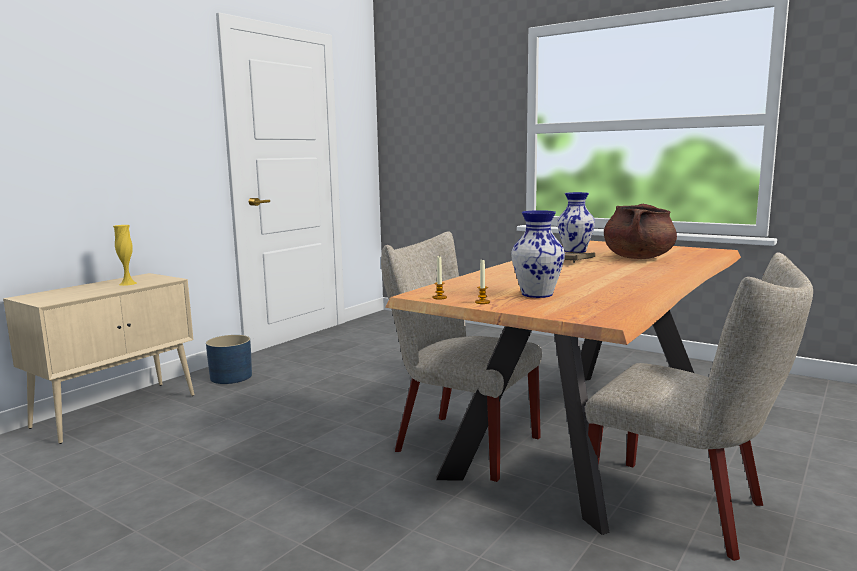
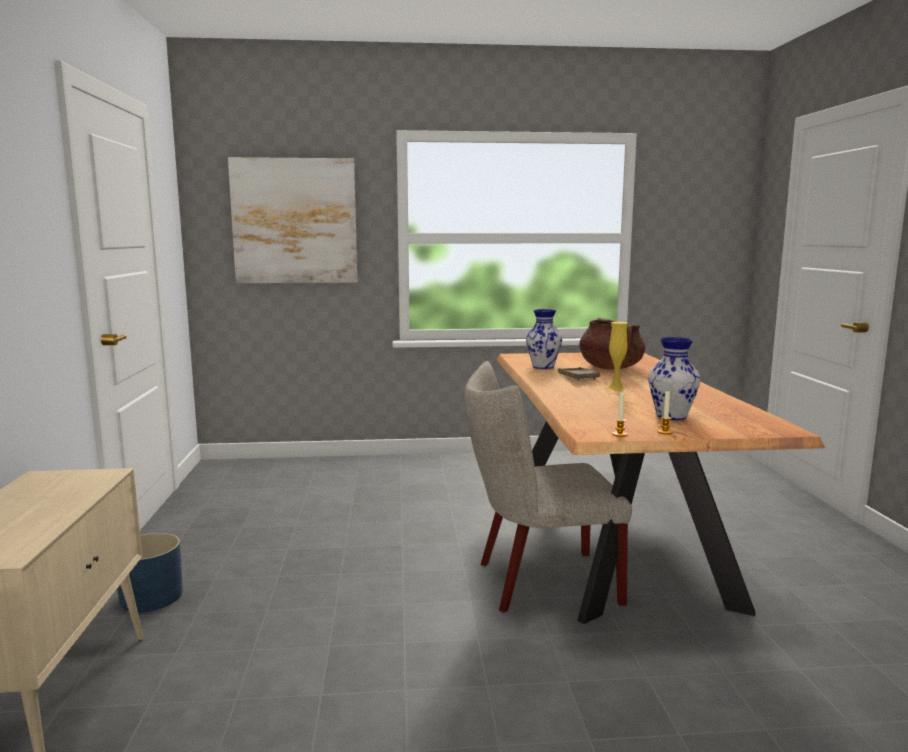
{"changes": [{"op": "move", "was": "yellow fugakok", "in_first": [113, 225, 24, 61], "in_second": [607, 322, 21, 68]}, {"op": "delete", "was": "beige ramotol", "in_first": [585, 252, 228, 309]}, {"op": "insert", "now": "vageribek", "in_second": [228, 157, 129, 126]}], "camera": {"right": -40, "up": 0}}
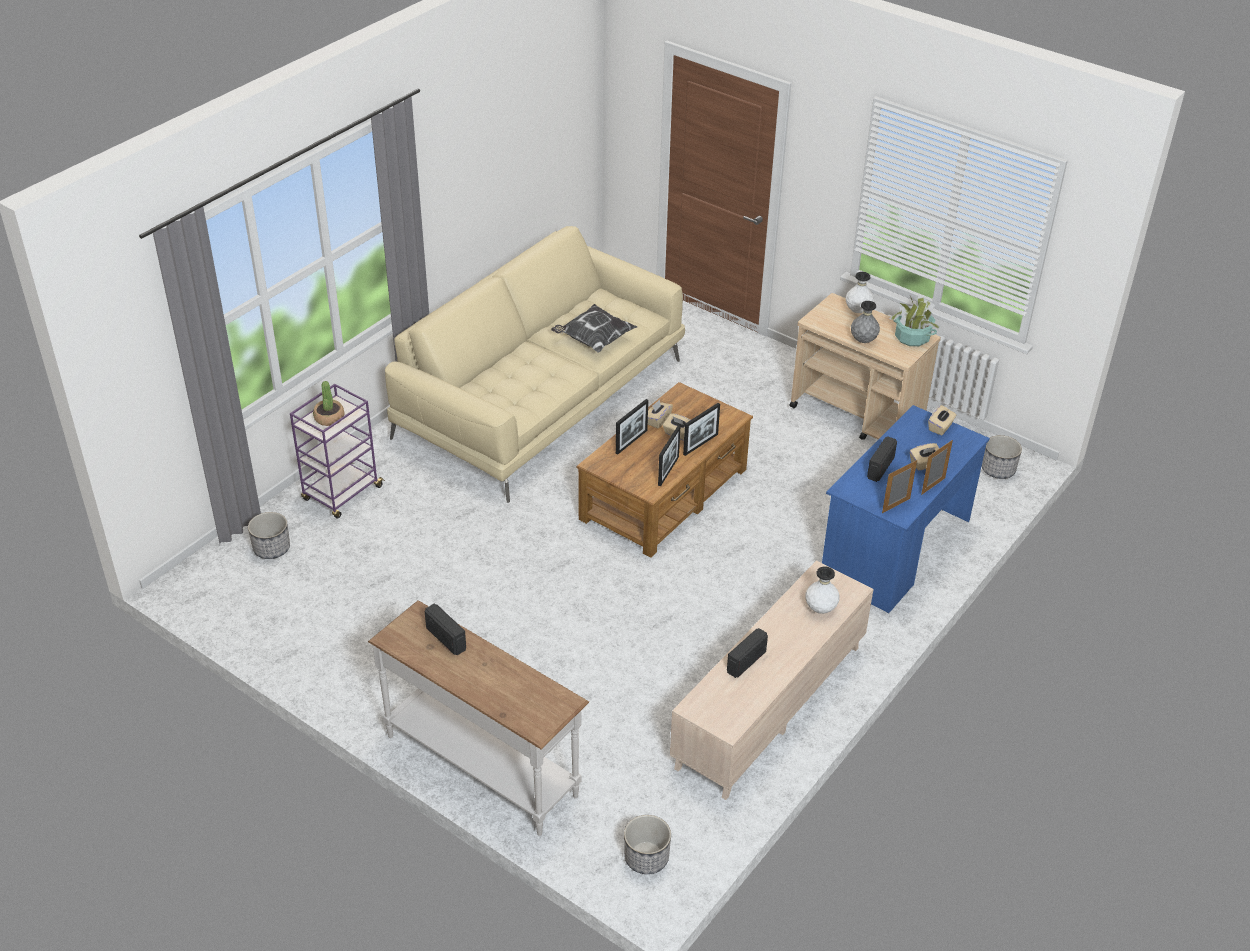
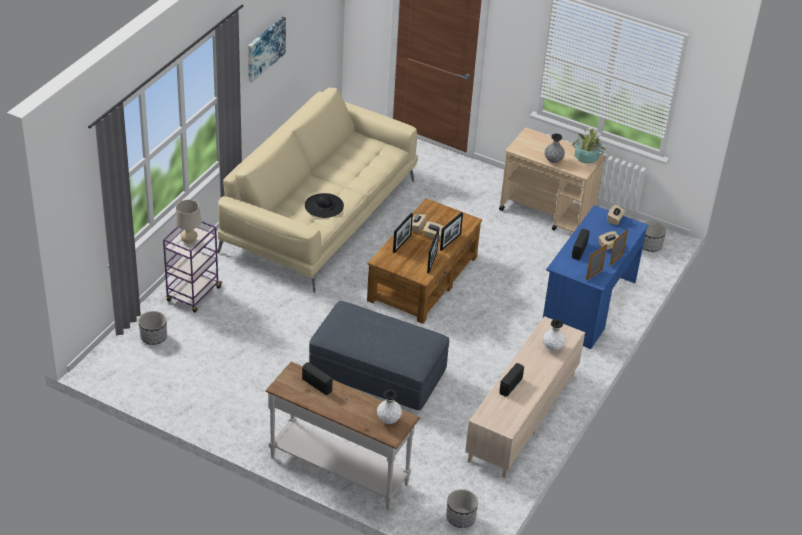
{"changes": [{"op": "move", "was": "white fugakok", "in_first": [846, 272, 28, 41], "in_second": [377, 390, 25, 34]}, {"op": "delete", "was": "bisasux", "in_first": [551, 304, 86, 49]}, {"op": "replace", "was": "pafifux", "now": "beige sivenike", "in_first": [313, 381, 31, 45], "in_second": [175, 200, 27, 44]}, {"op": "insert", "now": "vageribek", "in_second": [248, 17, 38, 65]}, {"op": "insert", "now": "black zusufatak", "in_second": [305, 193, 39, 25]}, {"op": "insert", "now": "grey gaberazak", "in_second": [309, 301, 140, 109]}], "camera": {"right": -10, "up": 0}}
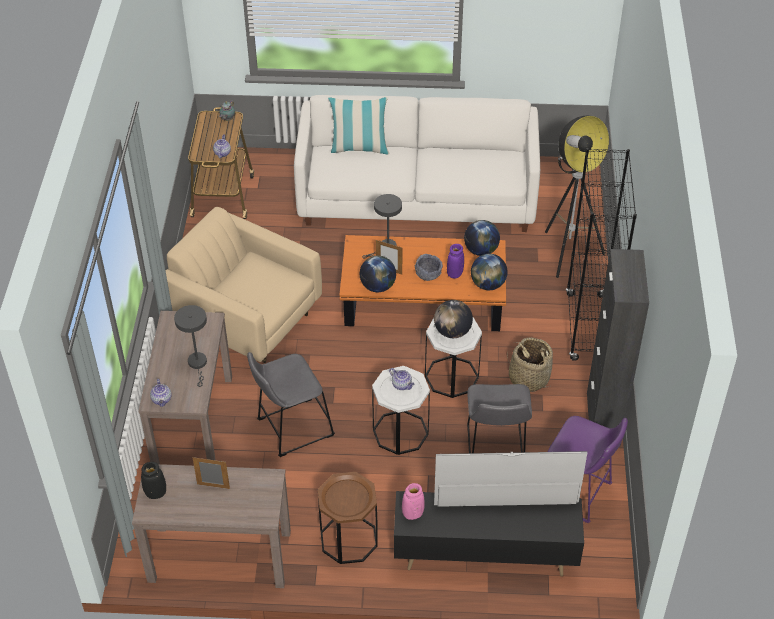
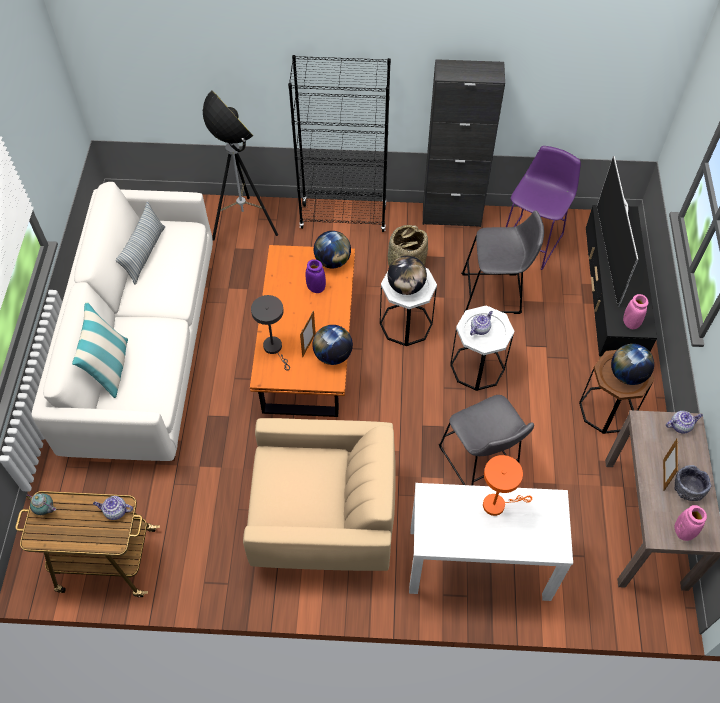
{"changes": [{"op": "rotate", "was": "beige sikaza", "in_first": [165, 207, 157, 156], "in_second": [243, 418, 153, 153], "clockwise": -120}, {"op": "move", "was": "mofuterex", "in_first": [464, 220, 36, 36], "in_second": [611, 344, 43, 41]}, {"op": "move", "was": "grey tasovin", "in_first": [415, 254, 28, 27], "in_second": [674, 465, 37, 36]}, {"op": "recolor", "was": "grey sivenike", "now": "orange sivenike", "in_first": [174, 305, 33, 82], "in_second": [483, 455, 49, 61]}, {"op": "recolor", "was": "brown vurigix", "now": "white vurigix", "in_first": [139, 311, 93, 153], "in_second": [409, 483, 164, 118]}, {"op": "move", "was": "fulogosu", "in_first": [150, 379, 21, 28], "in_second": [666, 411, 37, 23]}, {"op": "recolor", "was": "black fugakok", "now": "pink fugakok", "in_first": [141, 462, 25, 37], "in_second": [674, 505, 33, 36]}, {"op": "insert", "now": "bisasux", "in_second": [116, 201, 49, 84]}], "camera": {"right": -90, "up": 10}}
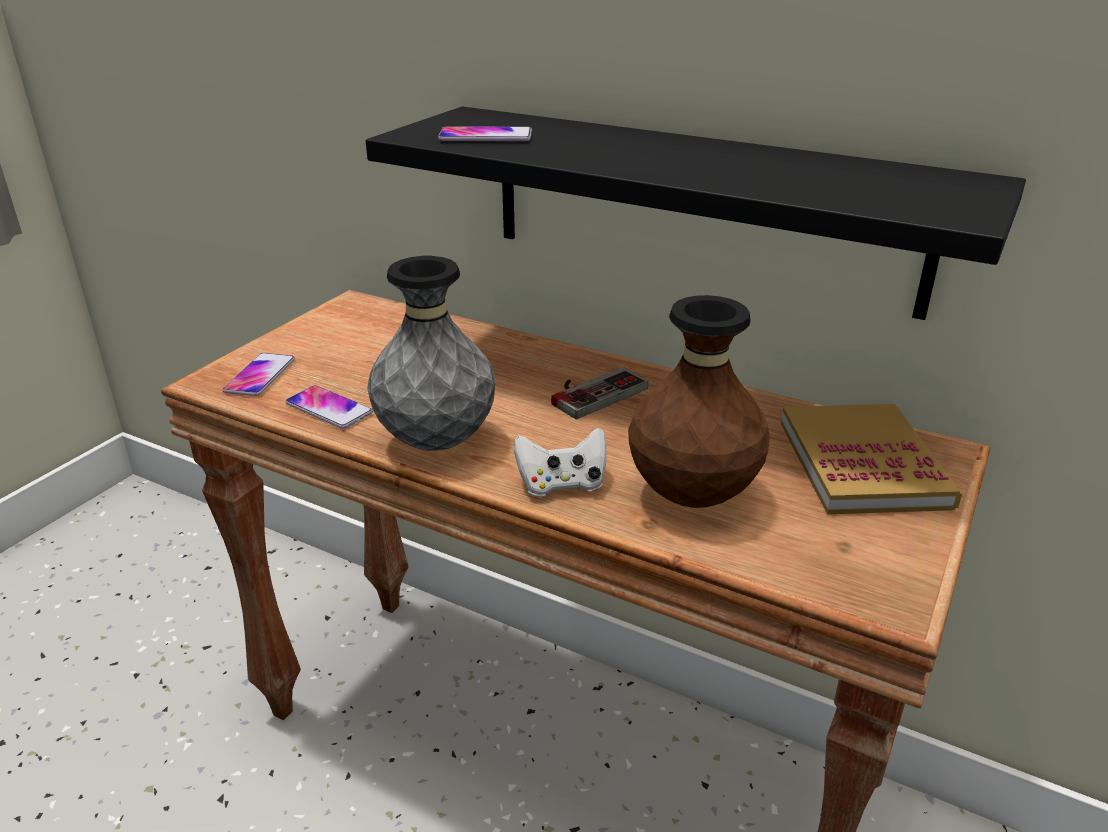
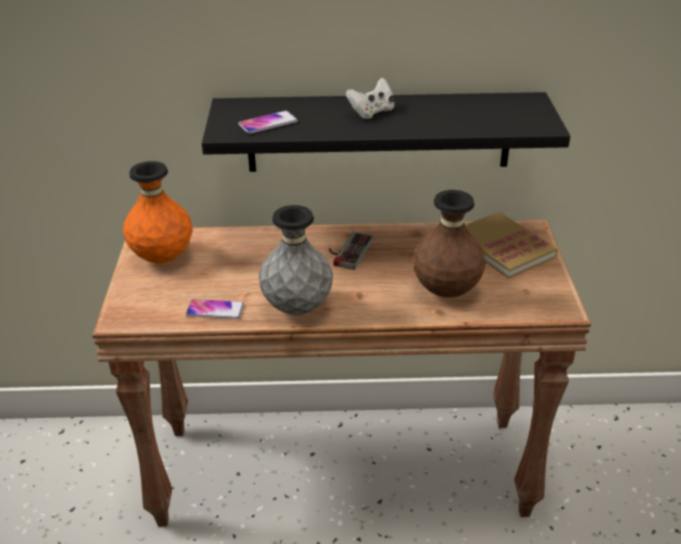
{"changes": [{"op": "delete", "was": "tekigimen", "in_first": [223, 353, 72, 43]}, {"op": "move", "was": "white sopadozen", "in_first": [514, 428, 92, 69], "in_second": [346, 78, 49, 41]}, {"op": "insert", "now": "orange fugakok", "in_second": [123, 161, 69, 102]}], "camera": {"right": -30, "up": 5}}
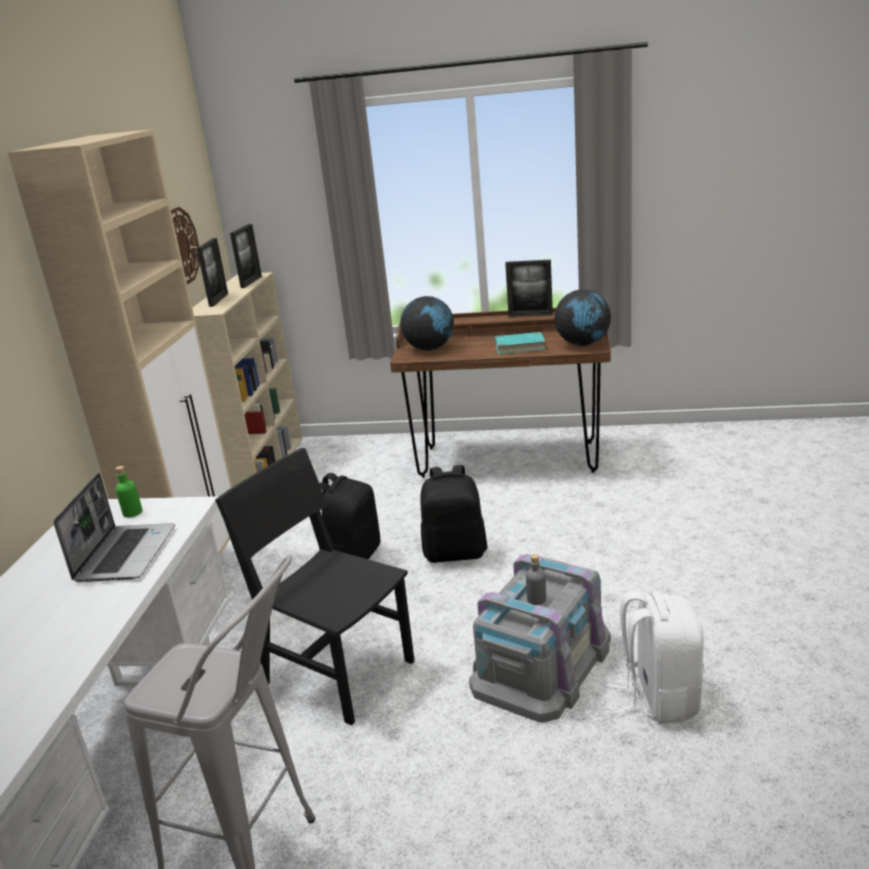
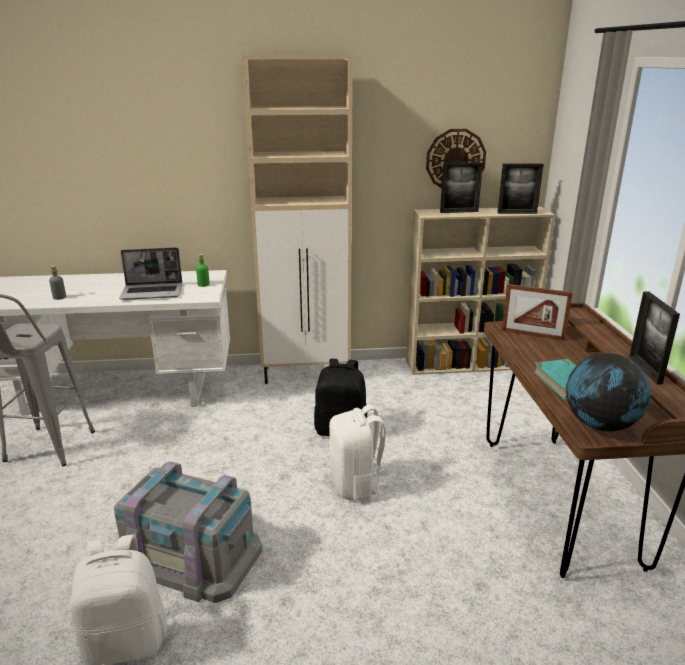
{"changes": [{"op": "replace", "was": "mofuterex", "now": "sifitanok", "in_first": [400, 296, 54, 55], "in_second": [502, 284, 71, 57]}, {"op": "delete", "was": "black ramotol", "in_first": [215, 448, 200, 278]}, {"op": "recolor", "was": "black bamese", "now": "white bamese", "in_first": [420, 465, 67, 98], "in_second": [329, 405, 64, 96]}, {"op": "move", "was": "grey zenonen", "in_first": [526, 554, 20, 51], "in_second": [49, 265, 17, 35]}], "camera": {"right": 75, "up": 0}}
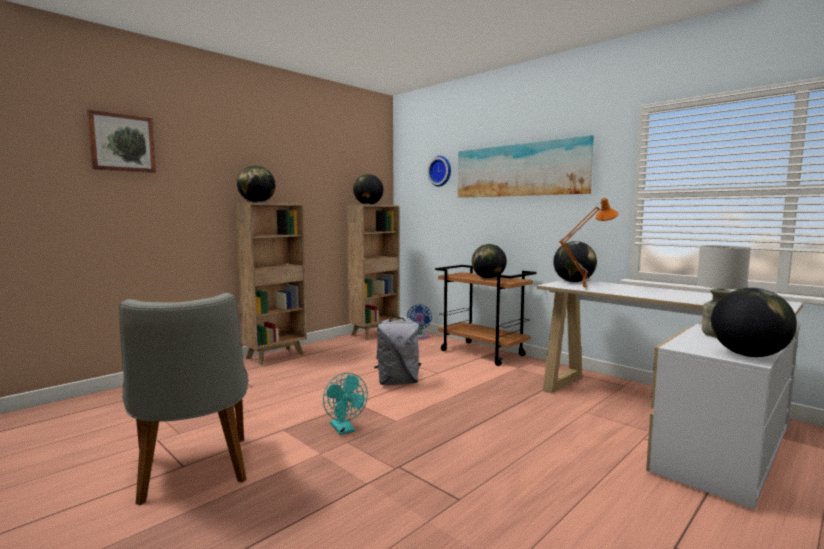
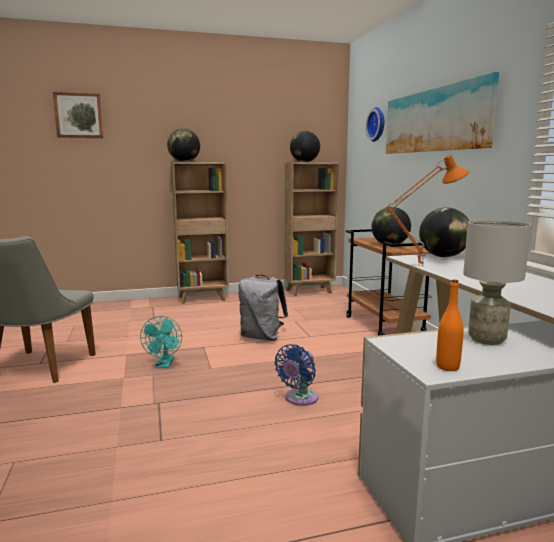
{"changes": [{"op": "replace", "was": "mofuterex", "now": "orange zenonen", "in_first": [711, 288, 86, 69], "in_second": [436, 280, 28, 91]}, {"op": "move", "was": "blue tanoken", "in_first": [407, 304, 25, 35], "in_second": [274, 344, 44, 62]}], "camera": {"right": 30, "up": 5}}
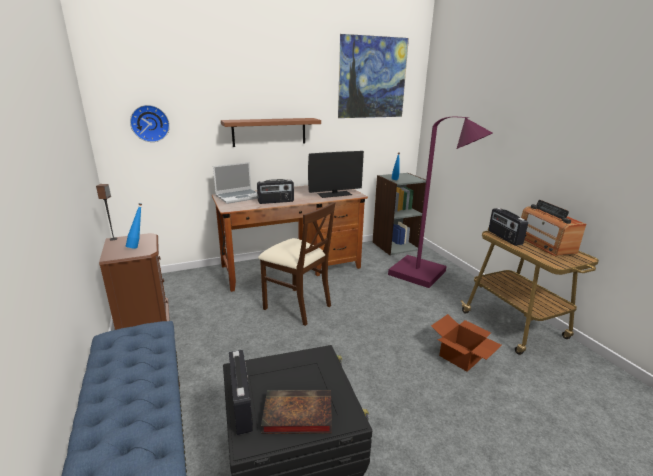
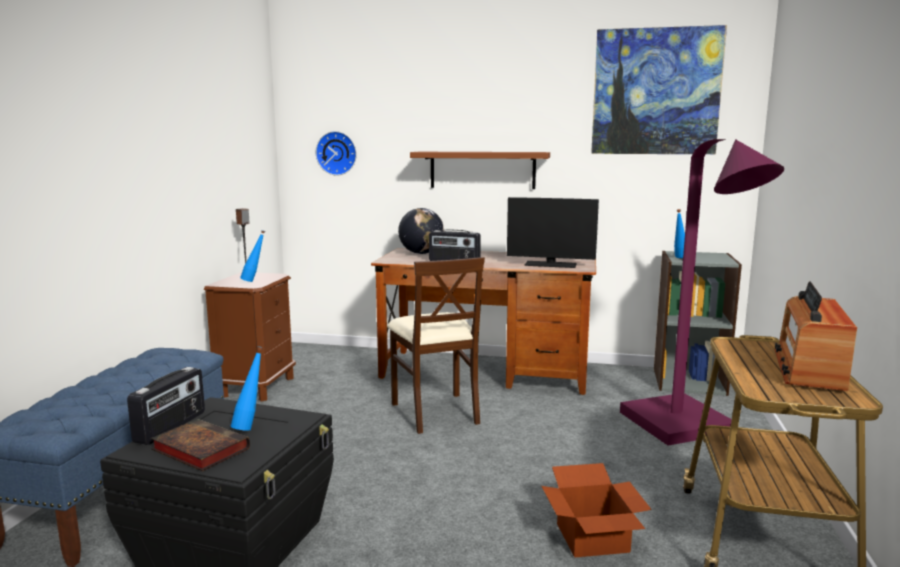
{"changes": [{"op": "replace", "was": "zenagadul", "now": "mofuterex", "in_first": [213, 162, 45, 42], "in_second": [398, 208, 46, 46]}, {"op": "delete", "was": "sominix", "in_first": [489, 208, 39, 38]}, {"op": "insert", "now": "blue zenonen", "in_second": [230, 346, 33, 85]}], "camera": {"right": 35, "up": -10}}
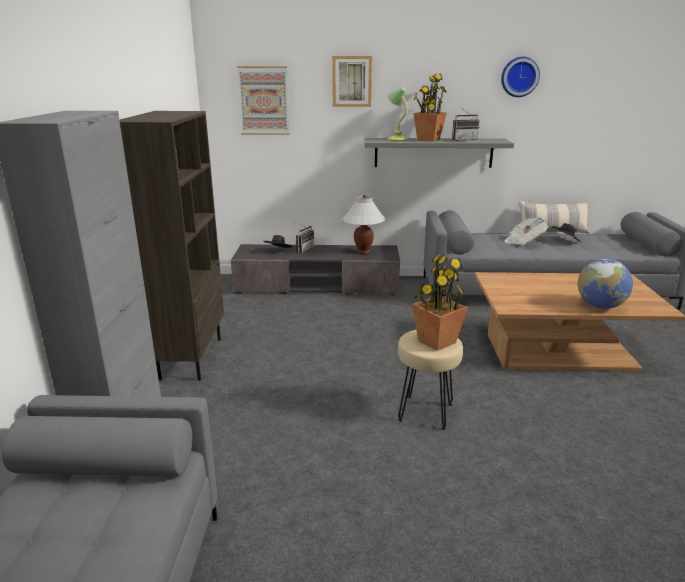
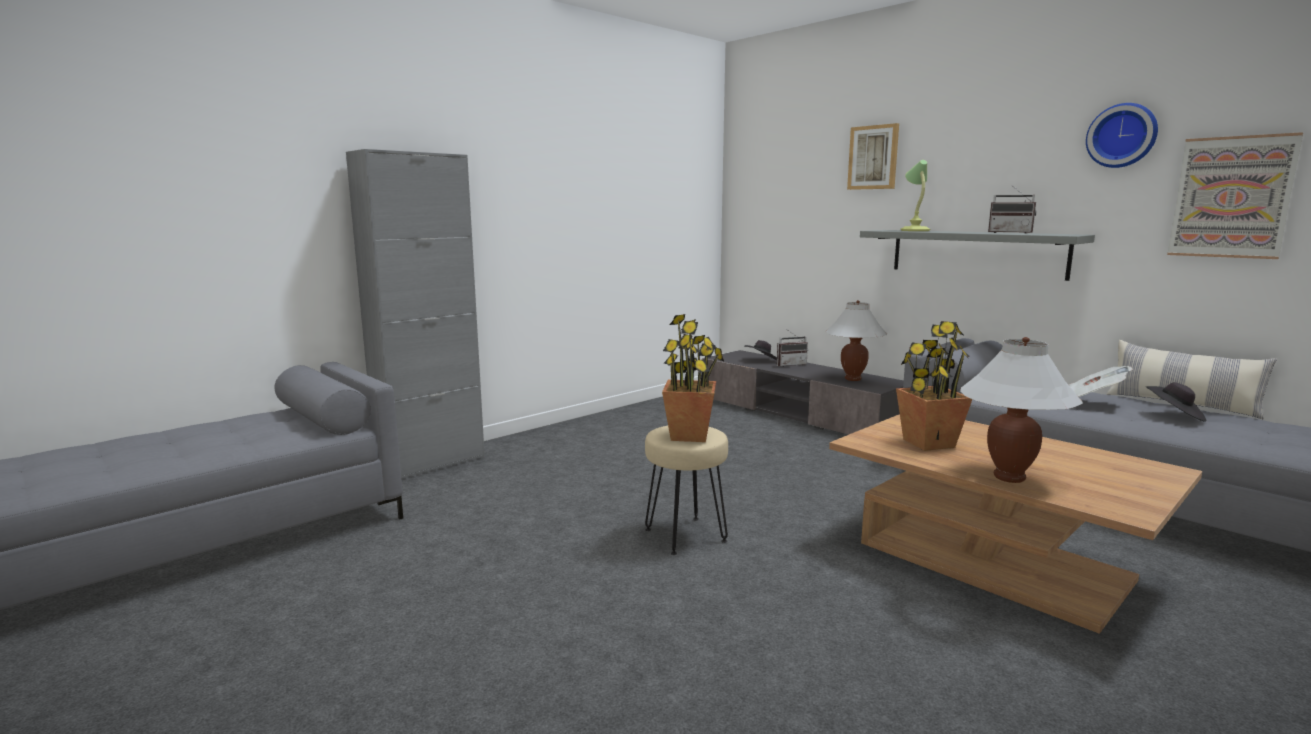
{"changes": [{"op": "move", "was": "vageribek", "in_first": [237, 66, 52, 69], "in_second": [1167, 132, 136, 127]}, {"op": "move", "was": "pafifux", "in_first": [413, 74, 34, 68], "in_second": [896, 321, 76, 130]}, {"op": "delete", "was": "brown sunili", "in_first": [120, 111, 104, 270]}, {"op": "replace", "was": "mofuterex", "now": "white sivenike", "in_first": [578, 259, 55, 50], "in_second": [960, 337, 123, 146]}], "camera": {"right": 45, "up": -10}}
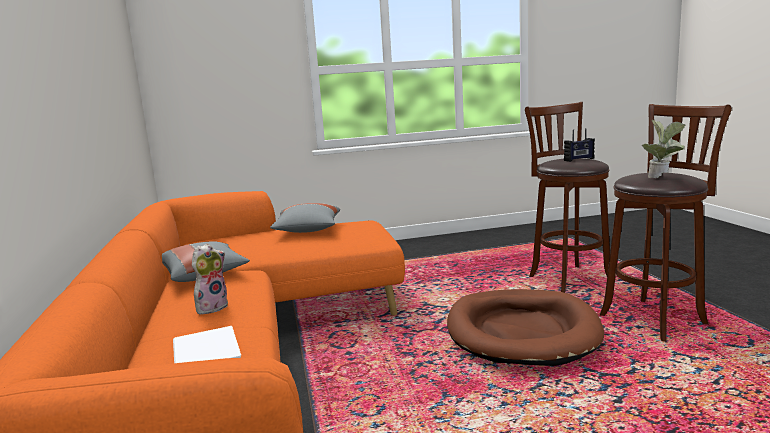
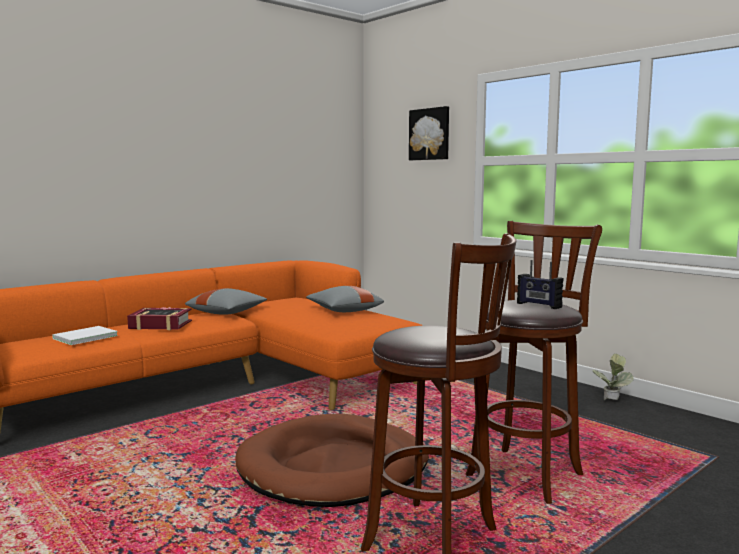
{"changes": [{"op": "move", "was": "pafifux", "in_first": [642, 119, 44, 59], "in_second": [592, 354, 42, 47]}, {"op": "replace", "was": "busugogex", "now": "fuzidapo", "in_first": [192, 243, 36, 72], "in_second": [127, 307, 65, 23]}, {"op": "insert", "now": "vageribek", "in_second": [409, 106, 40, 54]}], "camera": {"right": 60, "up": -5}}
